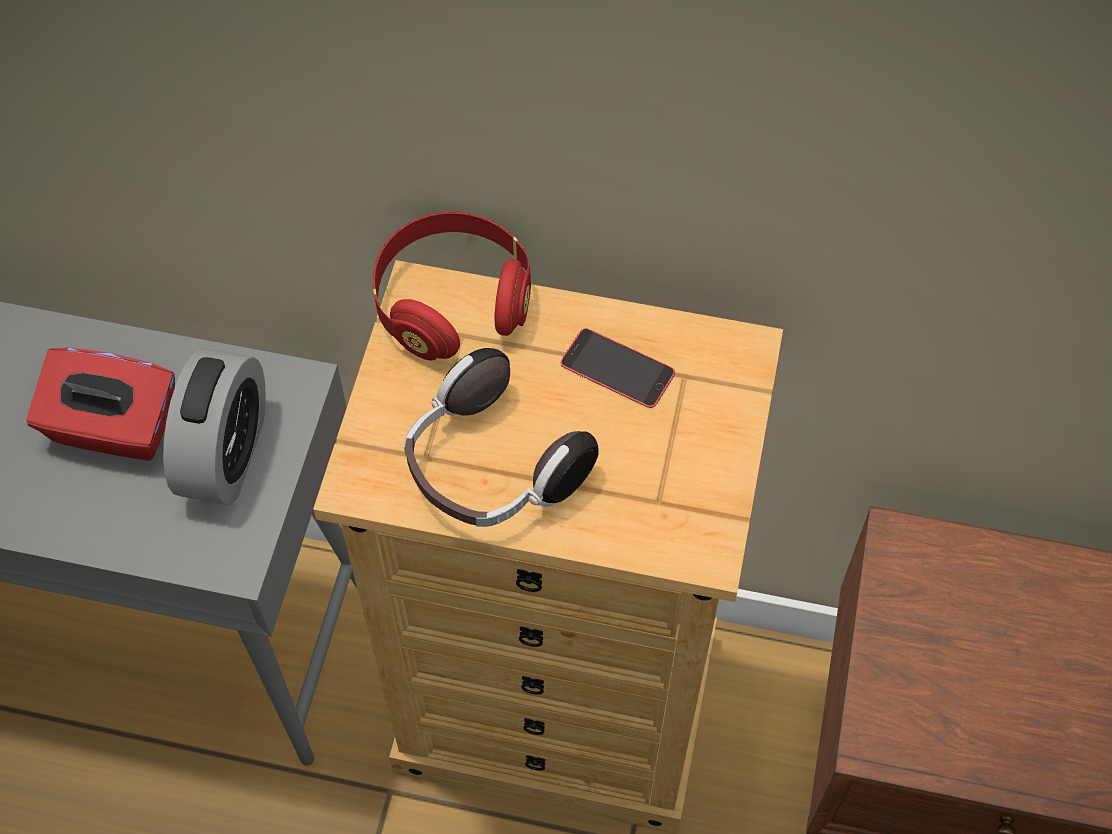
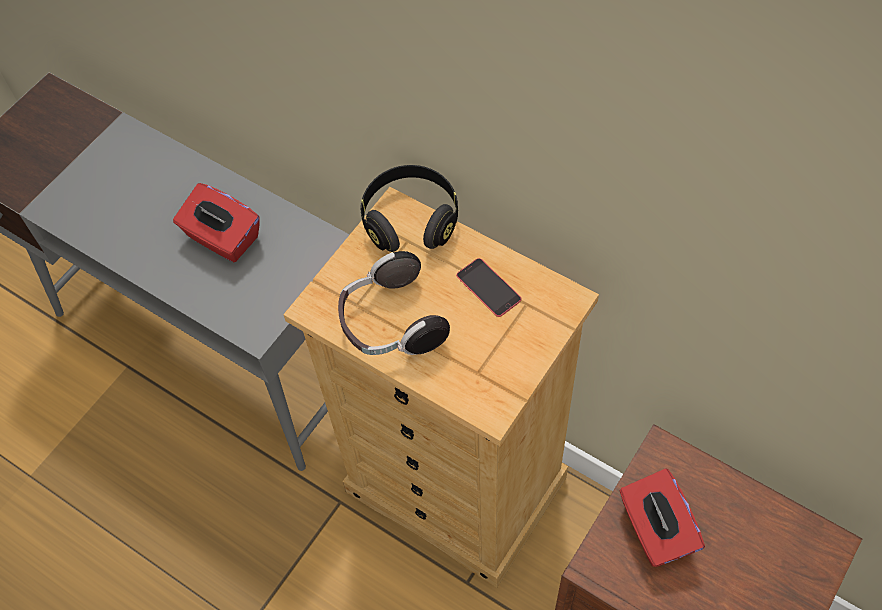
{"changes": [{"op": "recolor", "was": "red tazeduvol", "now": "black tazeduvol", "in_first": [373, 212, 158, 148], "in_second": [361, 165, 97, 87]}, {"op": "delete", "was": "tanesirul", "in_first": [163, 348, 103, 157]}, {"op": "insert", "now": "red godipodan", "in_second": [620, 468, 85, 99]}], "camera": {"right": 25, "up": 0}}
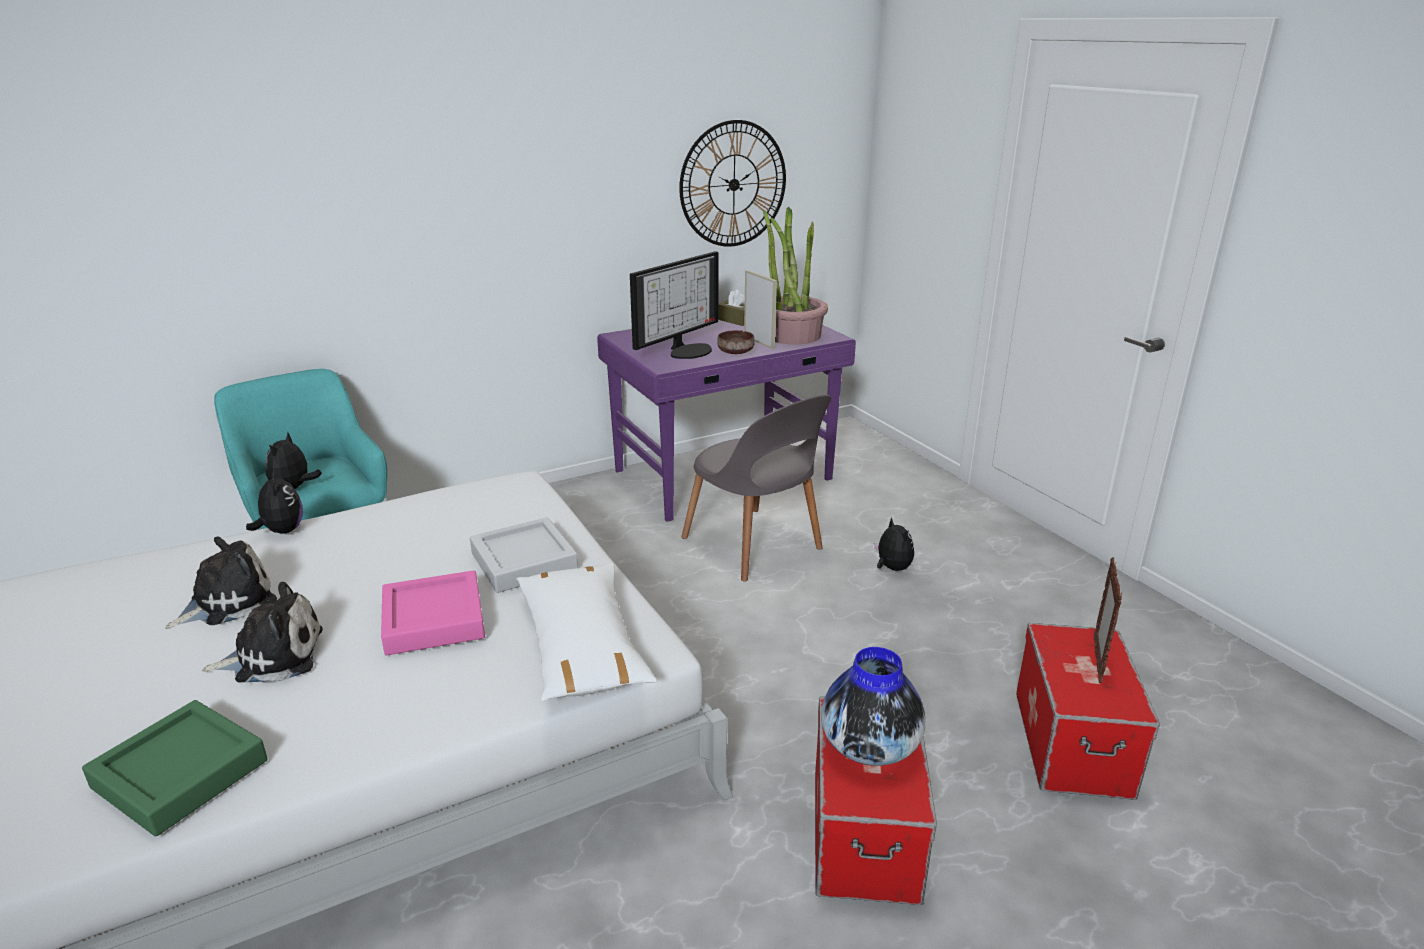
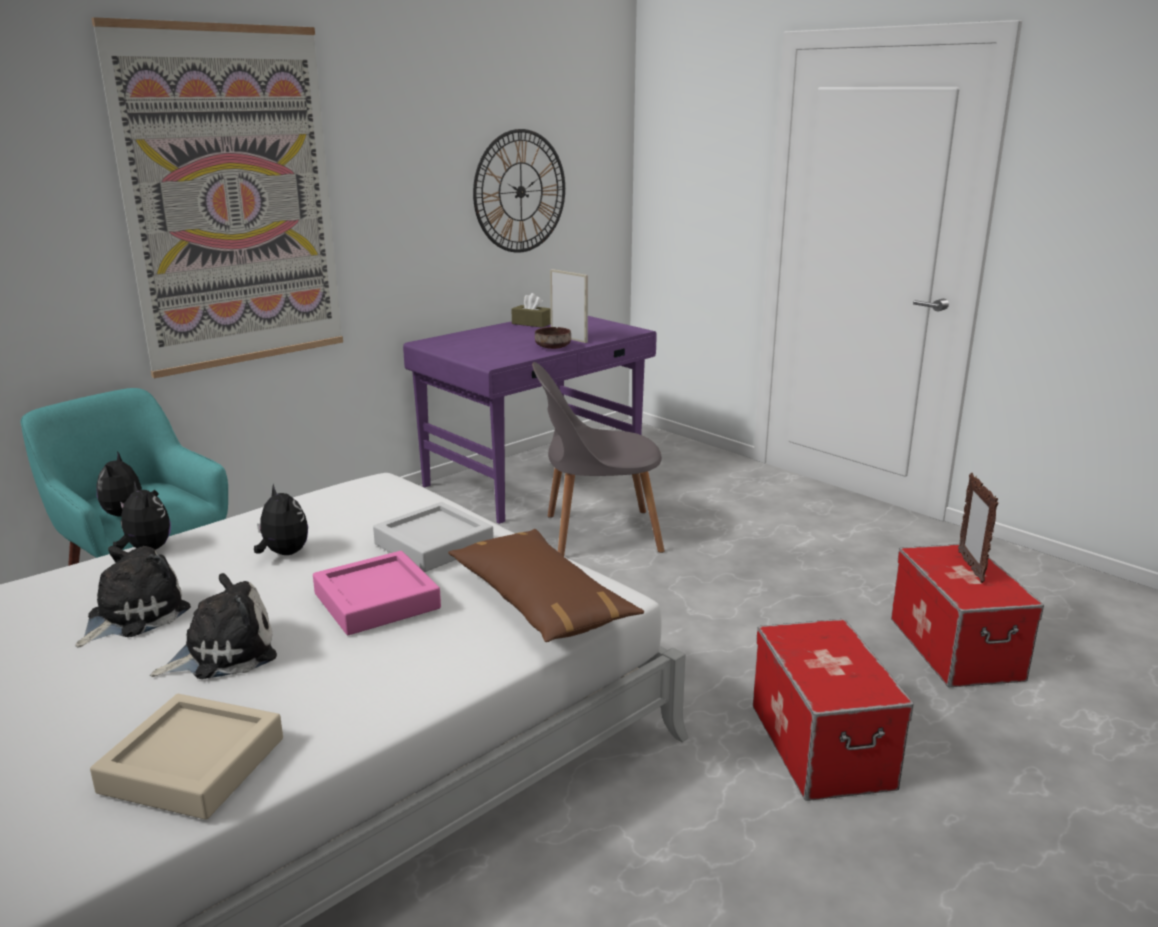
{"changes": [{"op": "delete", "was": "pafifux", "in_first": [763, 207, 65, 138]}, {"op": "delete", "was": "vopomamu", "in_first": [630, 251, 89, 108]}, {"op": "rotate", "was": "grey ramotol", "in_first": [682, 395, 149, 187], "in_second": [532, 362, 133, 194], "clockwise": 135}, {"op": "move", "was": "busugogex", "in_first": [873, 517, 41, 54], "in_second": [254, 484, 54, 71]}, {"op": "recolor", "was": "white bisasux", "now": "brown bisasux", "in_first": [516, 562, 141, 139], "in_second": [448, 529, 196, 113]}, {"op": "delete", "was": "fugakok", "in_first": [821, 647, 105, 119]}, {"op": "recolor", "was": "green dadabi", "now": "beige dadabi", "in_first": [82, 700, 186, 136], "in_second": [90, 694, 193, 126]}, {"op": "insert", "now": "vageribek", "in_second": [92, 17, 251, 361]}], "camera": {"right": -15, "up": -5}}
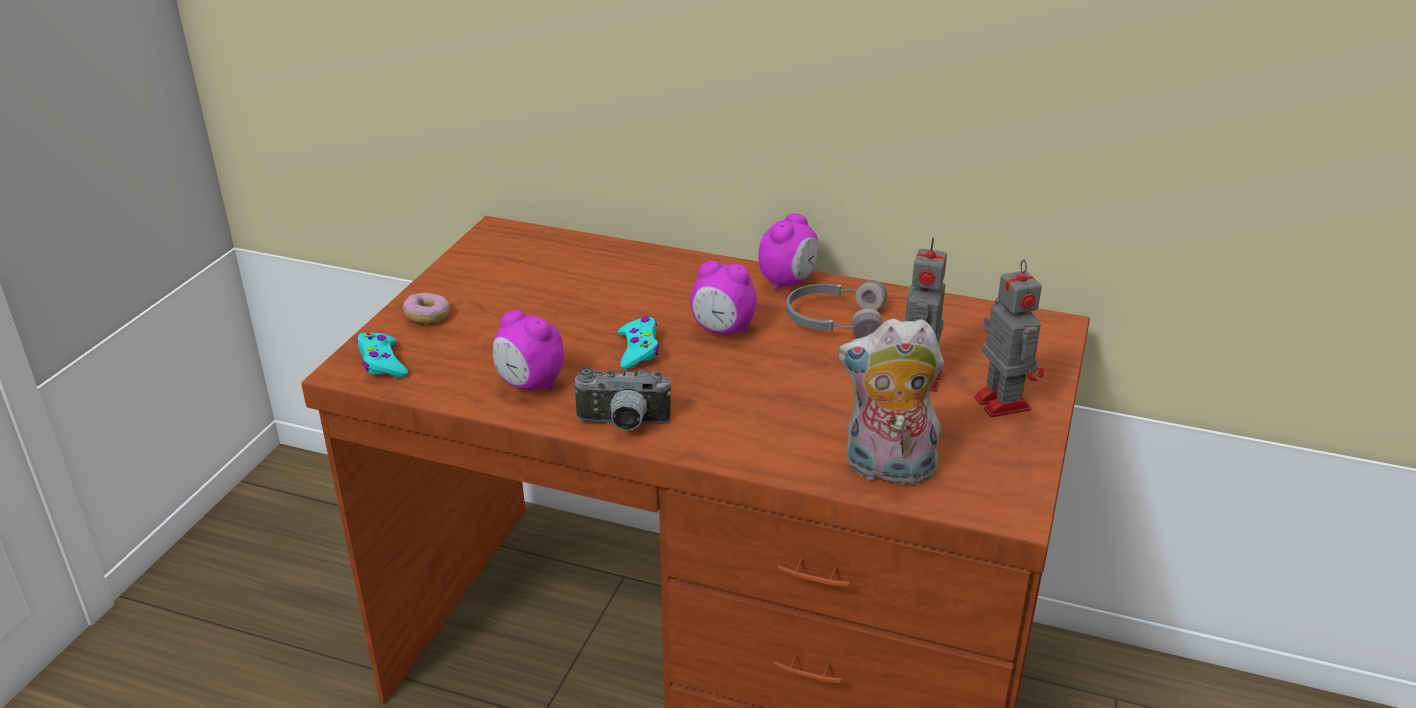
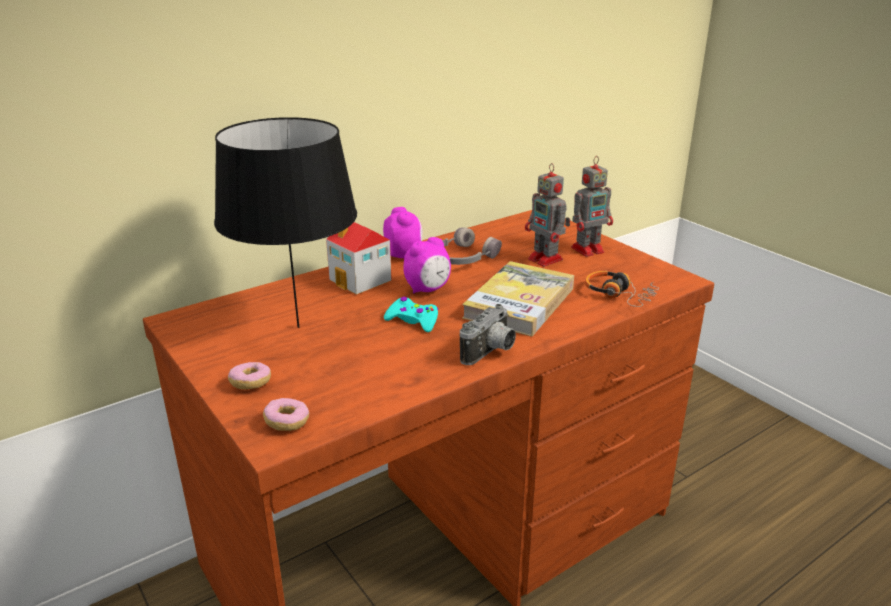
{"changes": [{"op": "rotate", "was": "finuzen", "in_first": [974, 260, 70, 157], "in_second": [571, 156, 42, 101], "clockwise": 135}, {"op": "delete", "was": "tanesirul", "in_first": [493, 310, 71, 81]}, {"op": "replace", "was": "busugogex", "now": "tazeduvol", "in_first": [838, 319, 106, 171], "in_second": [585, 271, 74, 36]}, {"op": "replace", "was": "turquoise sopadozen", "now": "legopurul", "in_first": [357, 333, 51, 45], "in_second": [263, 398, 46, 33]}, {"op": "insert", "now": "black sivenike", "in_second": [214, 117, 143, 211]}, {"op": "insert", "now": "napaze", "in_second": [326, 222, 66, 73]}, {"op": "insert", "now": "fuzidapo", "in_second": [462, 261, 112, 75]}], "camera": {"right": -55, "up": -5}}
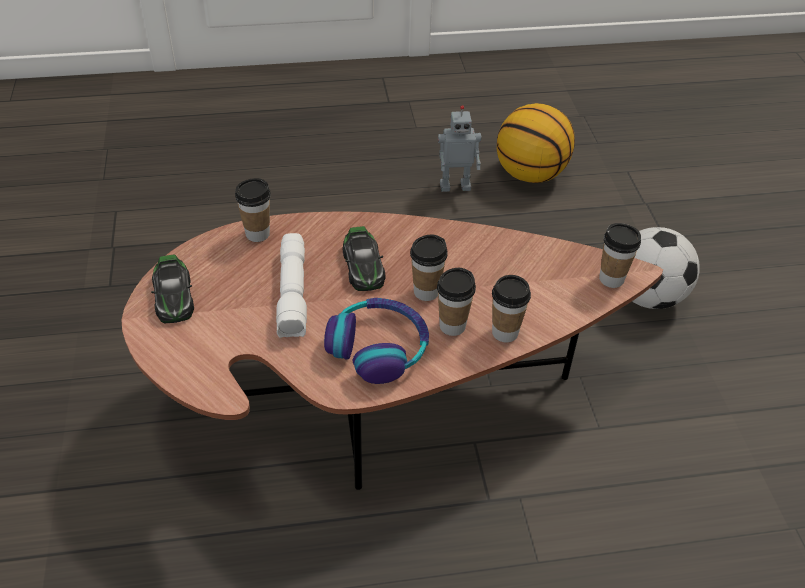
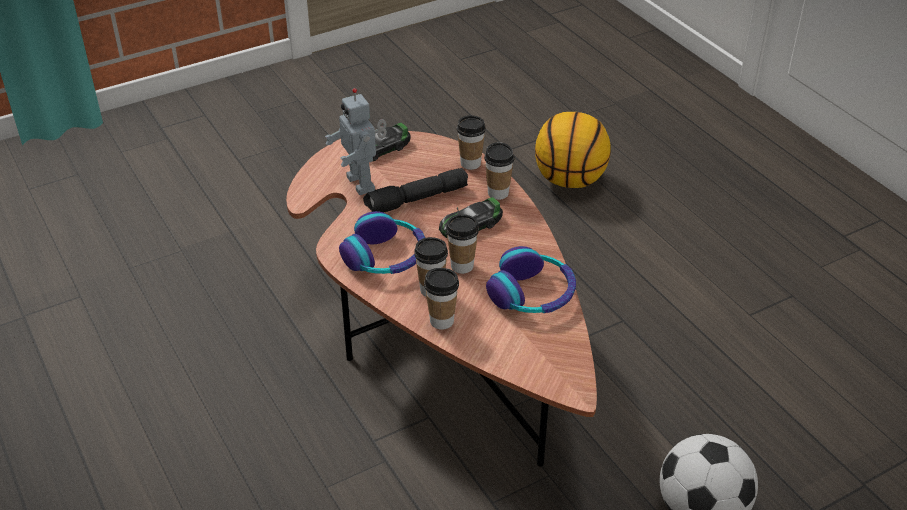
{"changes": [{"op": "move", "was": "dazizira", "in_first": [497, 103, 78, 80], "in_second": [535, 112, 76, 76]}, {"op": "move", "was": "finuzen", "in_first": [438, 105, 43, 87], "in_second": [325, 88, 62, 107]}, {"op": "move", "was": "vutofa", "in_first": [599, 223, 42, 65], "in_second": [484, 142, 31, 58]}, {"op": "recolor", "was": "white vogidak", "now": "black vogidak", "in_first": [276, 233, 31, 105], "in_second": [363, 168, 105, 45]}, {"op": "insert", "now": "tazeduvol", "in_second": [486, 246, 90, 67]}], "camera": {"right": 70, "up": -5}}
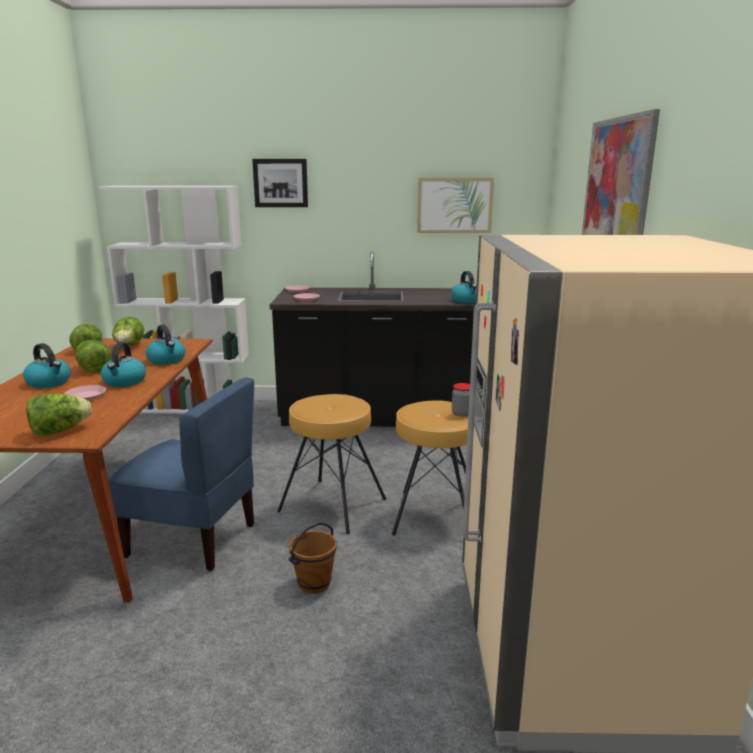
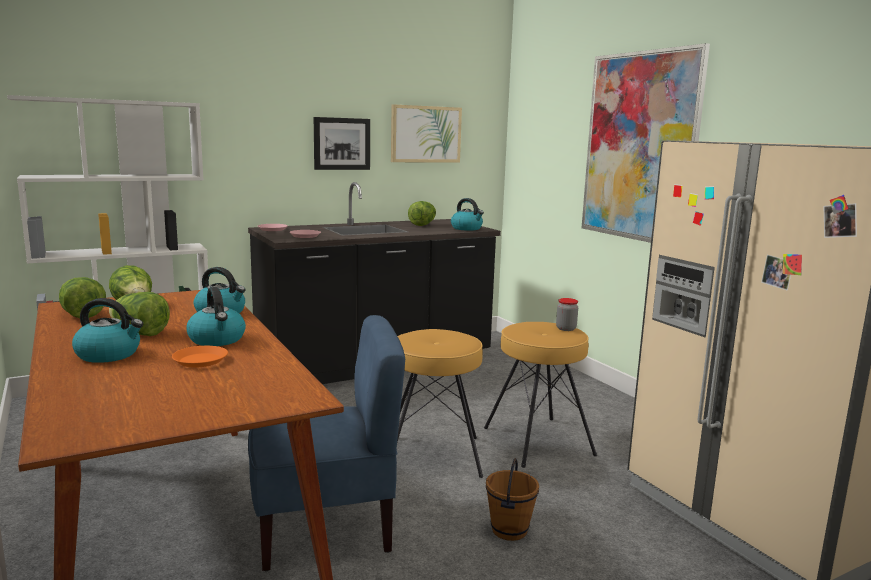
{"changes": [{"op": "move", "was": "vageribek", "in_first": [252, 159, 56, 48], "in_second": [314, 117, 56, 53]}, {"op": "recolor", "was": "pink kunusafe", "now": "orange kunusafe", "in_first": [64, 385, 42, 16], "in_second": [172, 346, 56, 22]}, {"op": "move", "was": "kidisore", "in_first": [26, 394, 66, 42], "in_second": [408, 201, 28, 25]}], "camera": {"right": -30, "up": -5}}
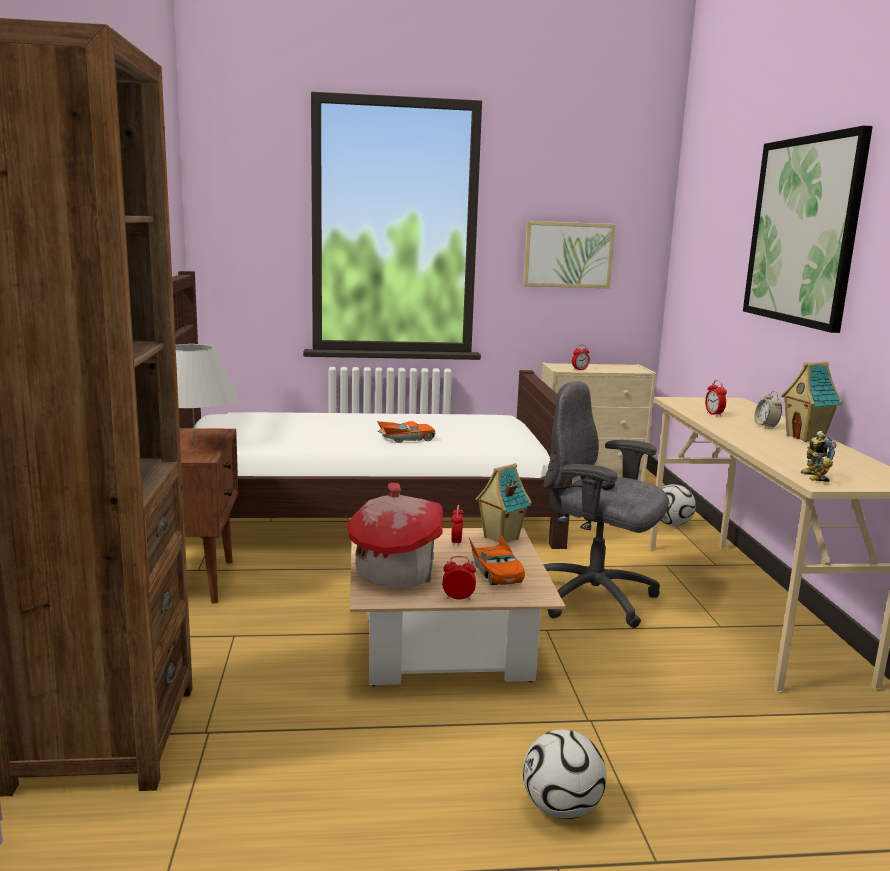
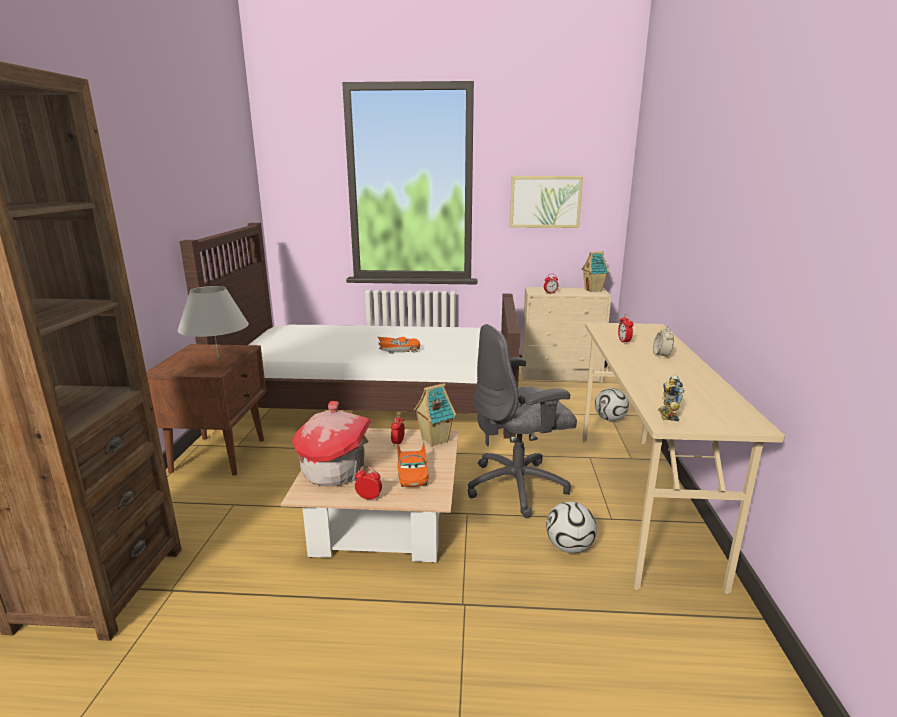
{"changes": [{"op": "delete", "was": "vageribek", "in_first": [743, 126, 130, 207]}, {"op": "move", "was": "napaze", "in_first": [781, 362, 61, 80], "in_second": [582, 252, 27, 40]}, {"op": "rotate", "was": "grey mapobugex", "in_first": [543, 381, 126, 247], "in_second": [468, 324, 109, 194], "clockwise": -60}, {"op": "move", "was": "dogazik", "in_first": [523, 729, 84, 90], "in_second": [546, 501, 51, 52]}], "camera": {"right": 10, "up": 5}}
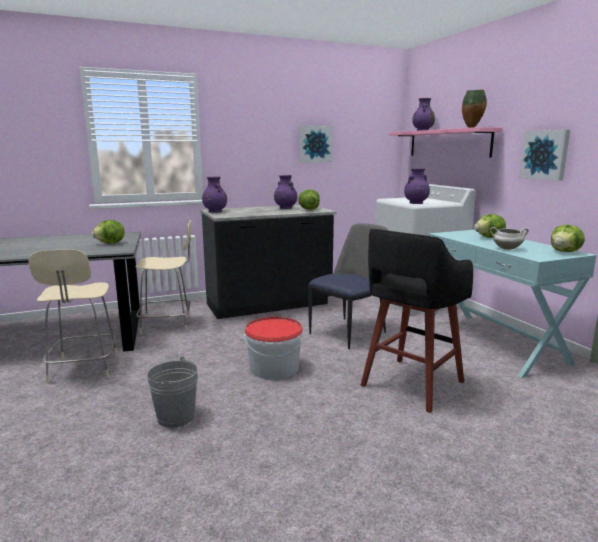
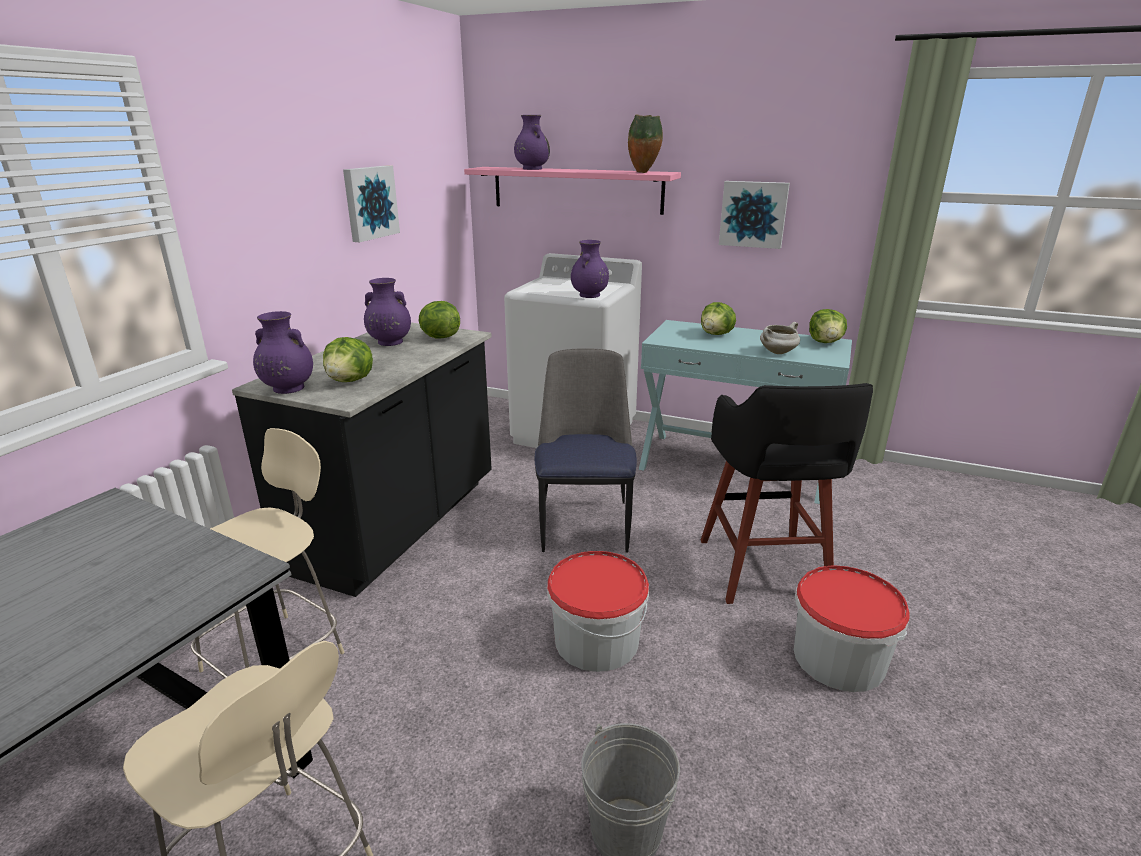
{"changes": [{"op": "move", "was": "kidisore", "in_first": [92, 220, 33, 24], "in_second": [323, 337, 50, 45]}, {"op": "insert", "now": "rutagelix", "in_second": [794, 565, 116, 127]}], "camera": {"right": -45, "up": 10}}
